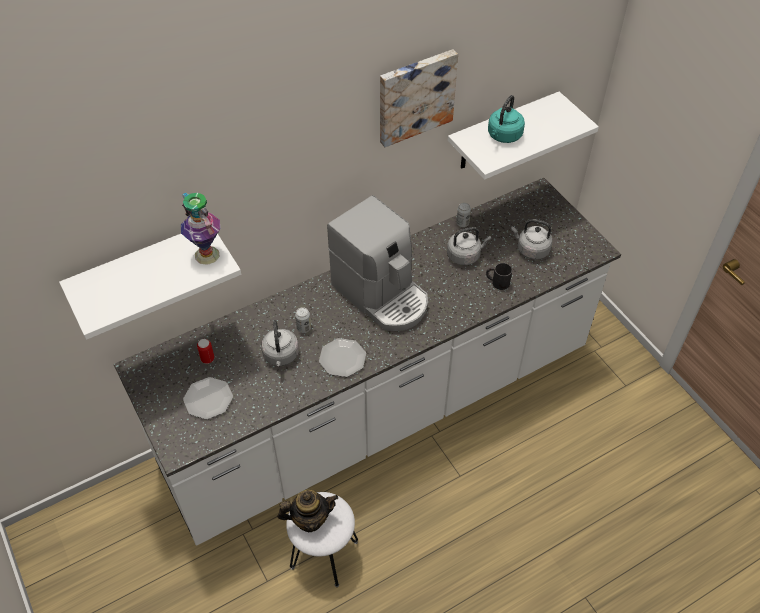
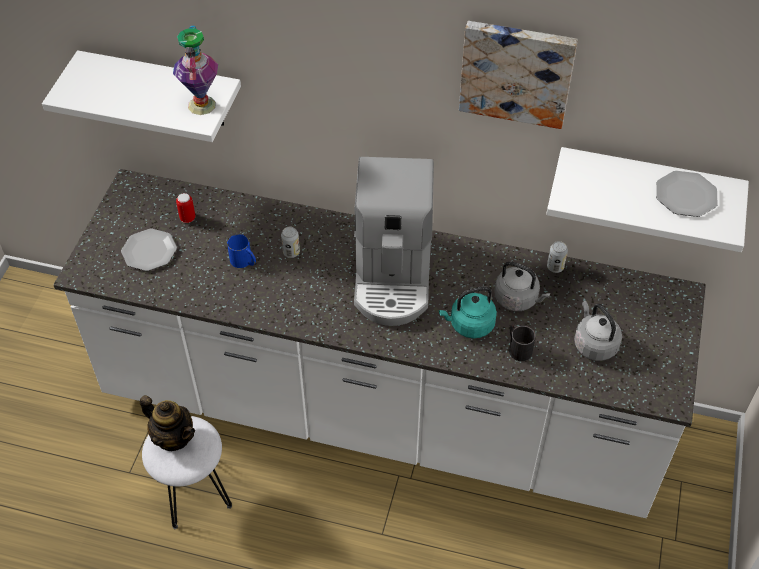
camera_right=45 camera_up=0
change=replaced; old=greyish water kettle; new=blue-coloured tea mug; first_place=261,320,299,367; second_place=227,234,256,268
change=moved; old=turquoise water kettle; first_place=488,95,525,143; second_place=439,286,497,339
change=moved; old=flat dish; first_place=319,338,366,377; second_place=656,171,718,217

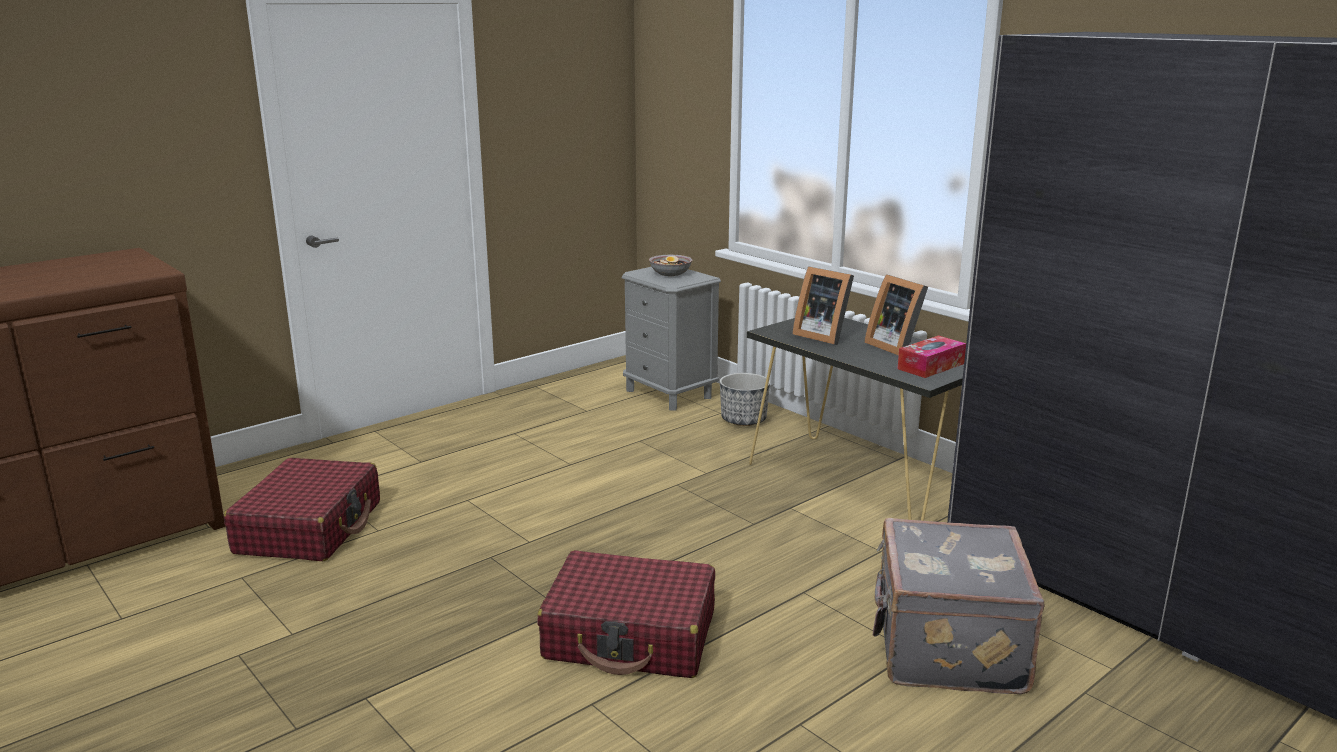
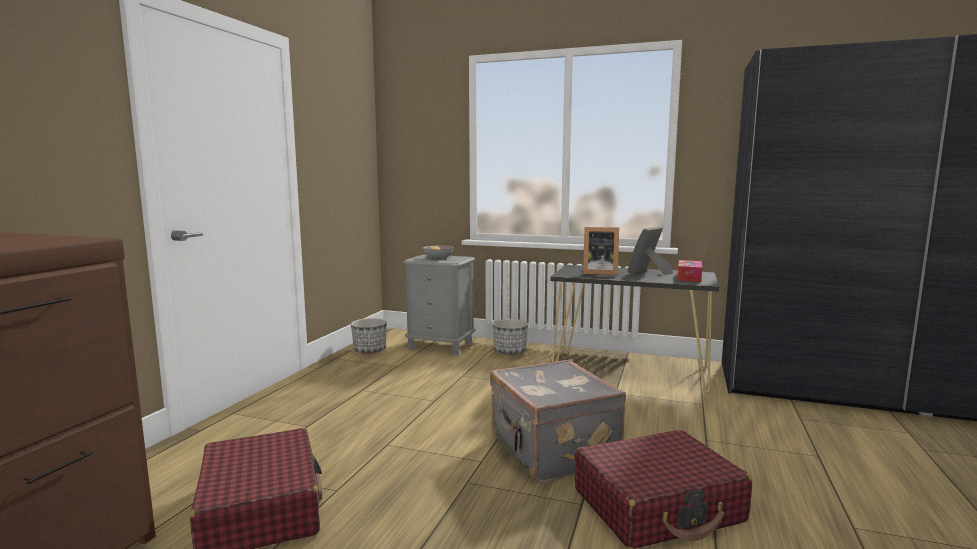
camera_right=-30 camera_up=-10
change=added; new=plant pot; second_place=351,318,387,354
change=moved; old=greyish piece of luggage; first_place=873,518,1045,694; second_place=490,360,626,484
change=turned; old=picture frame; first_place=864,274,928,356; second_place=628,226,673,275; degrees=105

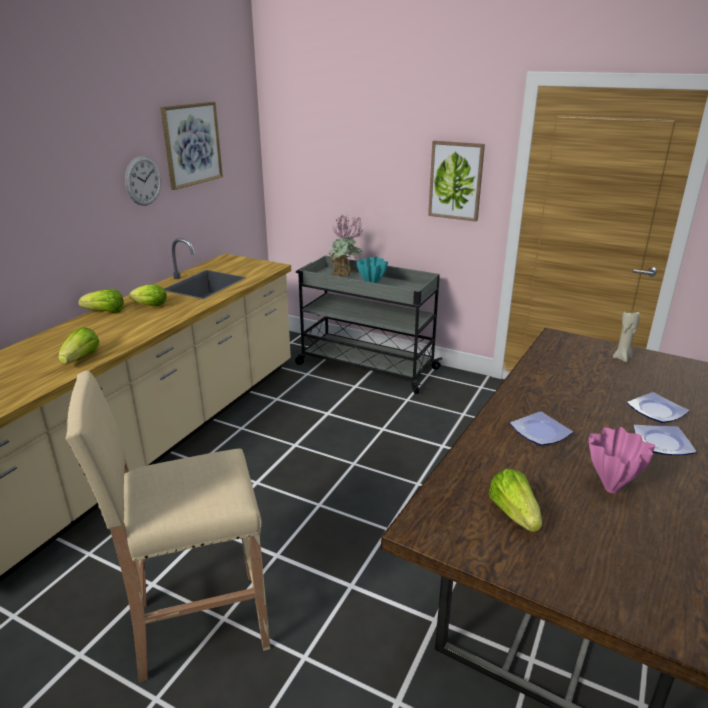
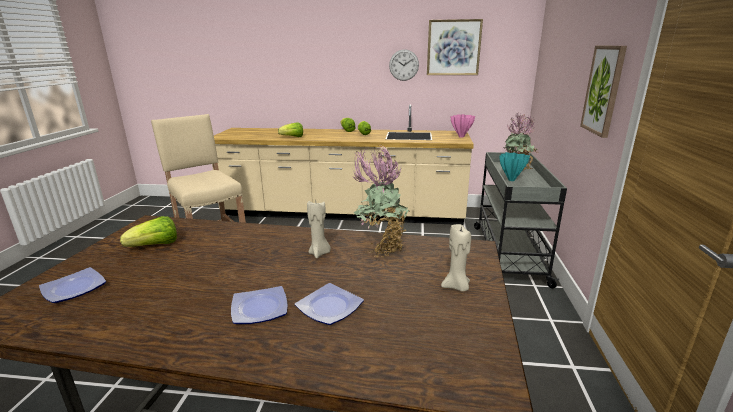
camera_right=70 camera_up=-5
change=moved; old=flat dish; first_place=510,411,573,446; second_place=39,267,106,303
change=added; new=beige-coloured wax candle; second_place=307,201,331,259
change=added; new=houseplant; second_place=353,145,410,258
change=moved; old=pink-coloured flower vase; first_place=589,427,655,493; second_place=451,114,475,138

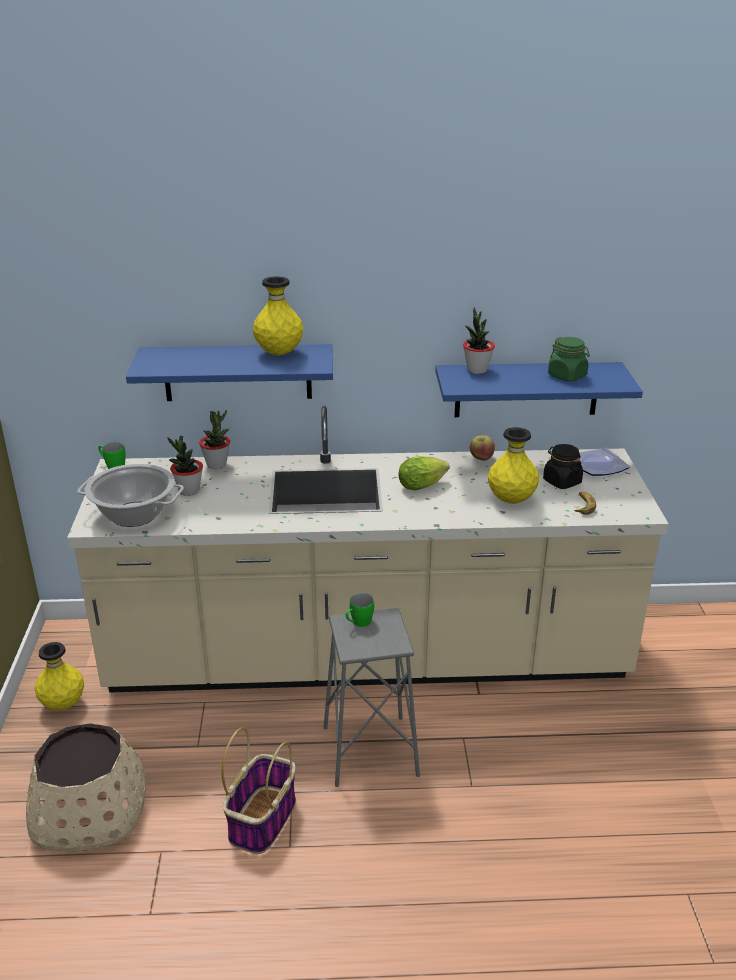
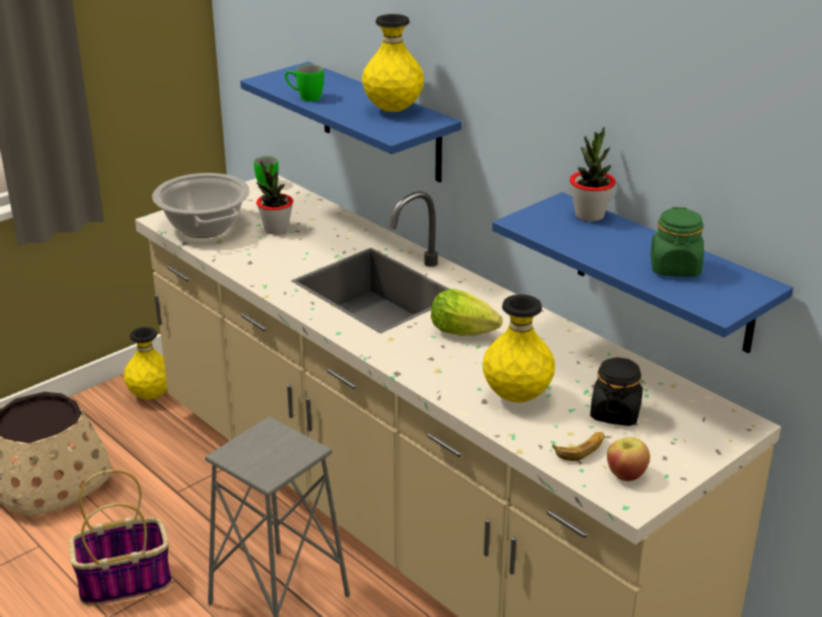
camera_right=50 camera_up=0
change=moved; old=green tea mug; first_place=346,593,374,627; second_place=285,64,324,101
change=moved; old=apple fruit; first_place=470,435,495,460; second_place=607,437,650,481
change=removed; old=houseplant; first_place=199,410,230,469
change=removed; old=flat dish; first_place=580,447,630,476

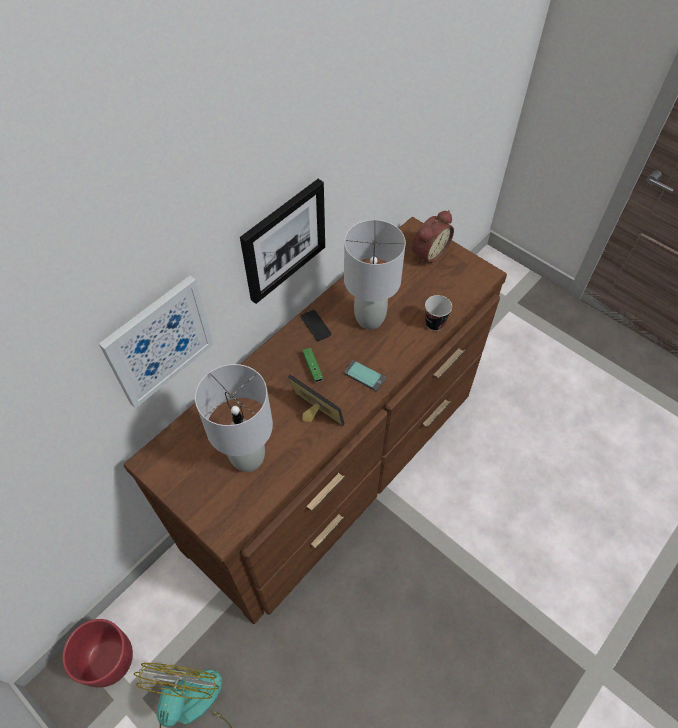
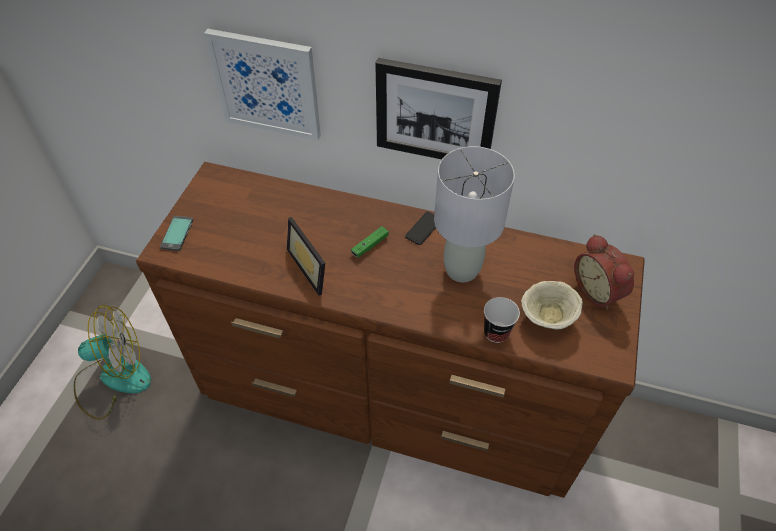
camera_right=65 camera_up=-5
change=moved; old=telephone; first_place=344,360,386,391; second_place=160,216,193,251
change=turned; old=picture frame; first_place=288,375,345,426; second_place=287,217,327,295; degrees=135
change=added; new=beige-coloured bowl; second_place=521,281,583,329
change=turned; old=table clock; first_place=412,210,454,264; second_place=574,234,634,310; degrees=45
change=removed; old=reddish plant pot; first_place=62,619,133,687
change=removed; old=greyish lamp for a table; first_place=195,364,273,472

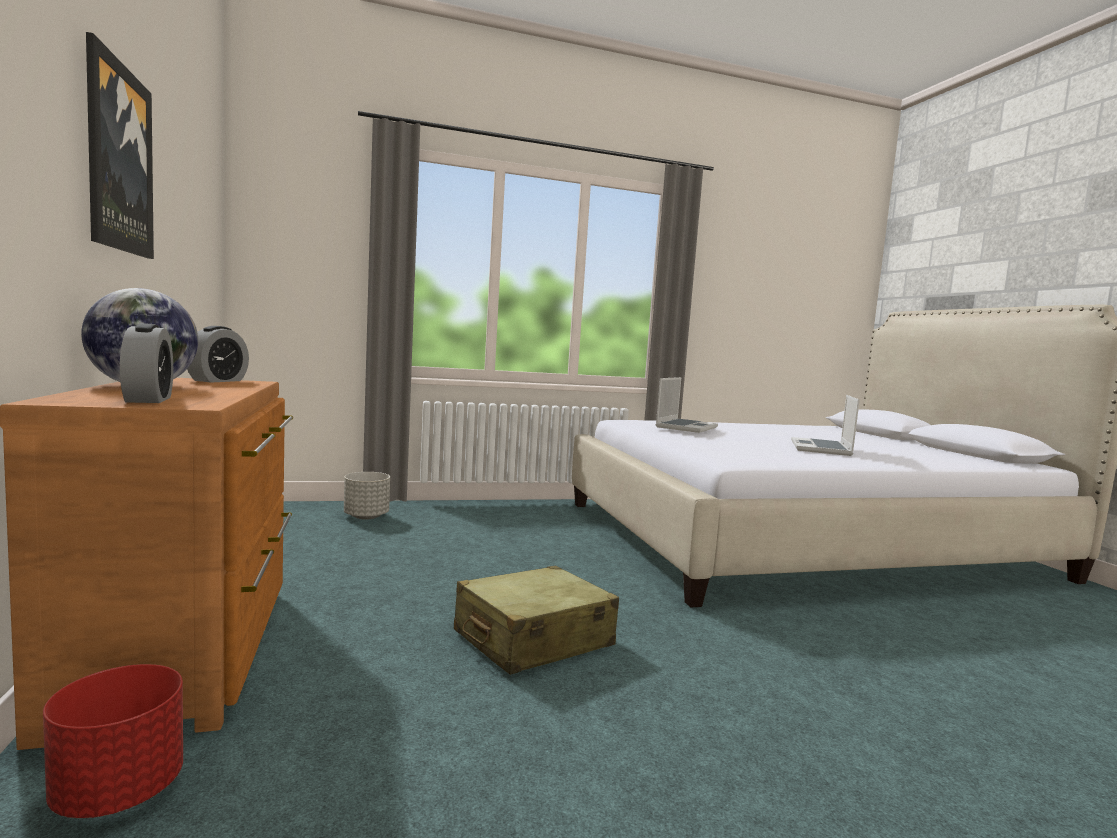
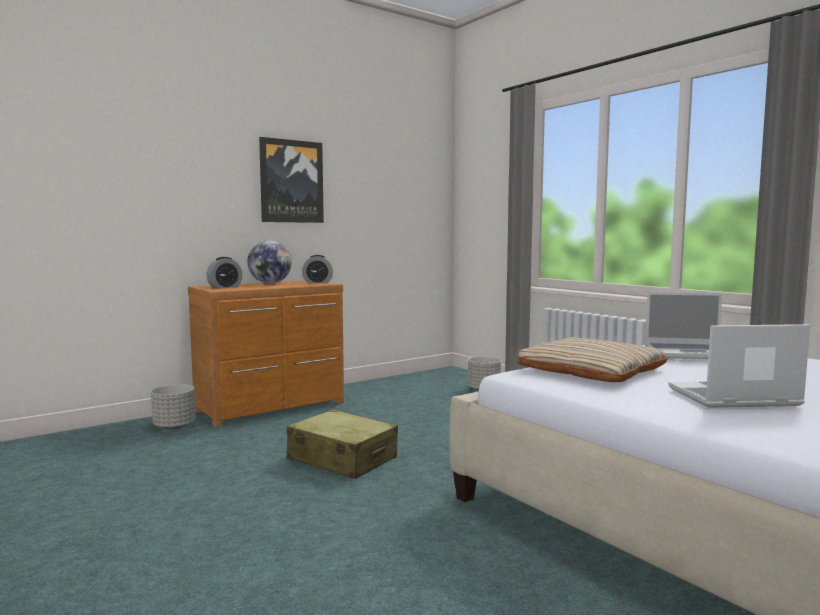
camera_right=70 camera_up=0
change=recoloured; old=reddish plant pot; new=greyish plant pot; first_place=43,664,183,819; second_place=151,384,196,430
change=added; new=beige-coloured throw pillow; second_place=517,337,668,382

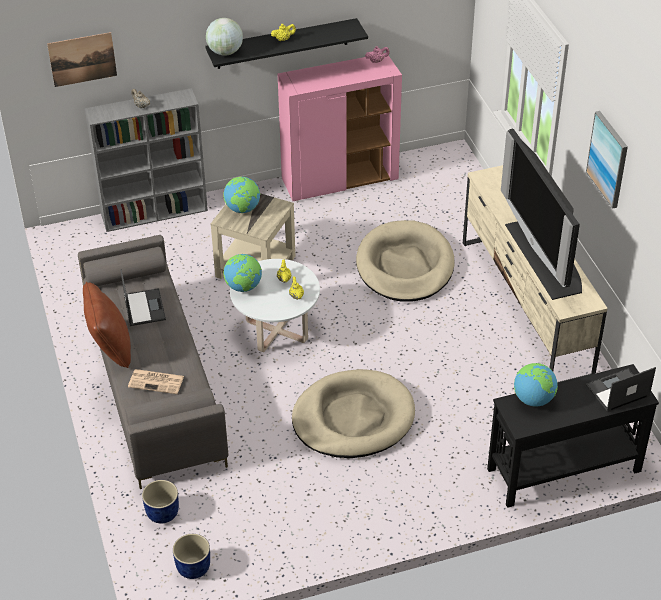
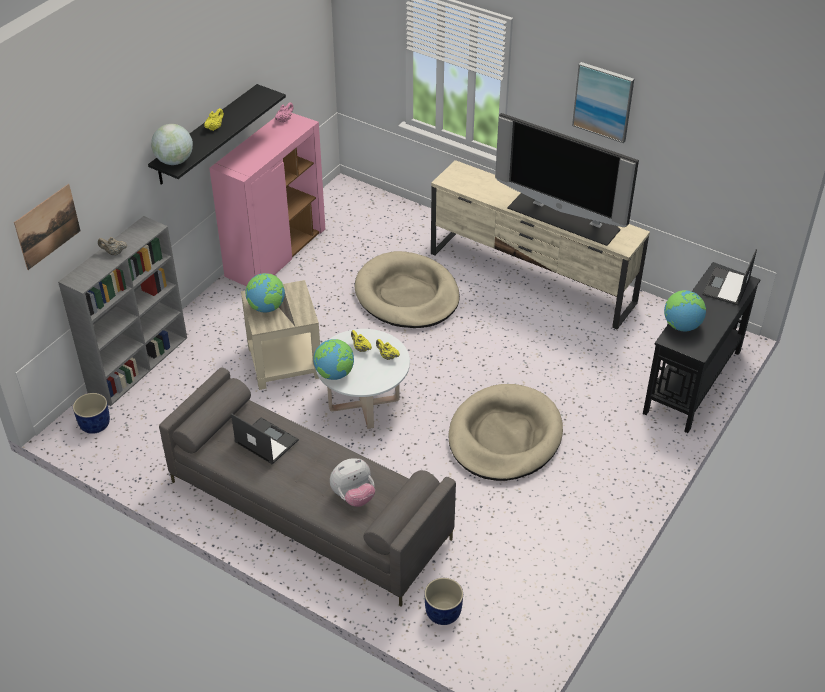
camera_right=-40 camera_up=0
change=moved; old=blue-coloured plant pot; first_place=173,534,210,579; second_place=73,393,110,434
change=replaced; old=printed paper; new=soft toy; first_place=128,369,184,394; second_place=330,458,375,507
change=removed; old=brownish throw pillow; first_place=83,282,131,368

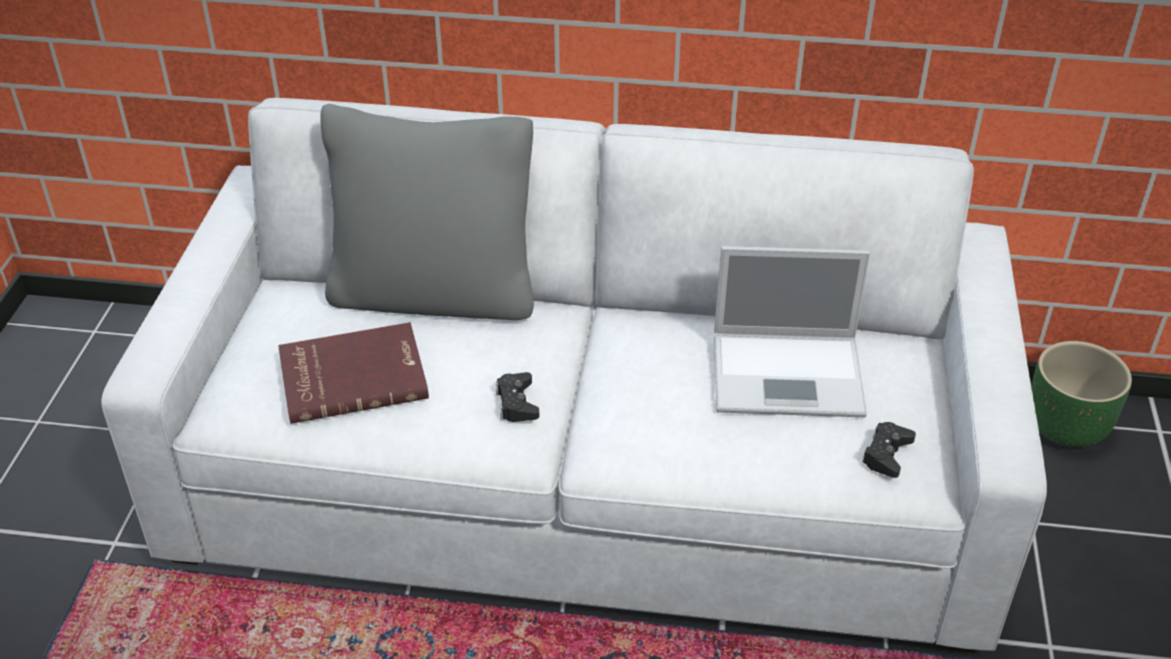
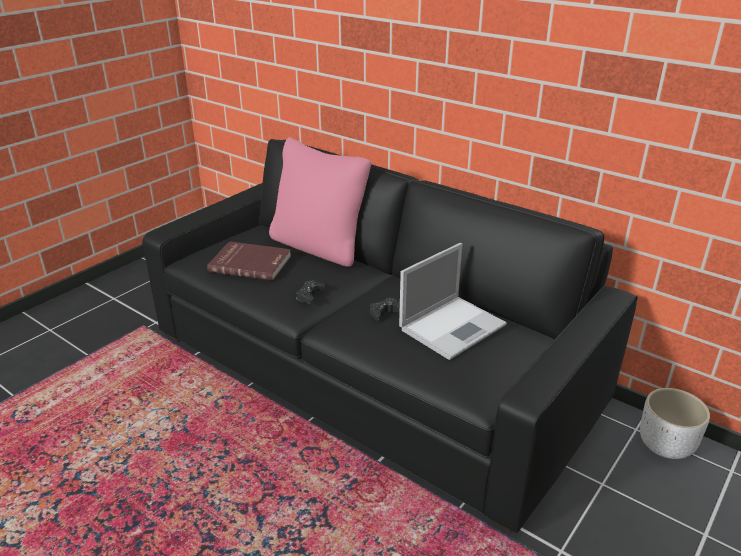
camera_right=30 camera_up=-10
change=recoloured; old=whitish sofa; new=black sofa; first_place=101,98,1047,652; second_place=142,139,637,533
change=recoloured; old=greyish throw pillow; new=pink-coloured throw pillow; first_place=320,104,534,320; second_place=269,137,371,267
change=moved; old=black gamepad; first_place=861,422,916,478; second_place=370,297,400,321
change=turned; old=notebook computer; first_place=714,246,870,417; second_place=399,243,507,360; degrees=-75
change=recoloured; old=green plant pot; new=whitish plant pot; first_place=1031,341,1132,447; second_place=640,388,710,459

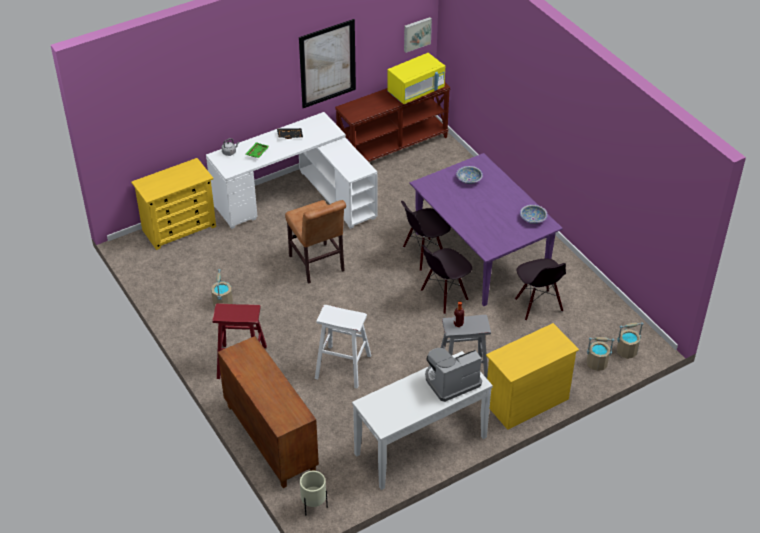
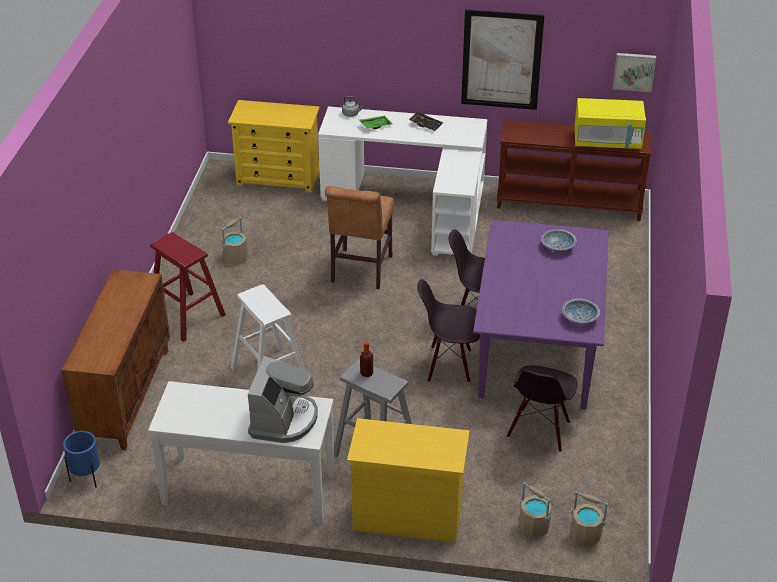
camera_right=40 camera_up=-5
change=recoloured; old=beige-coloured plant pot; new=blue-coloured plant pot; first_place=300,471,328,515; second_place=63,431,100,488
change=turned; old=coffee brewer; first_place=425,348,482,402; second_place=248,356,318,443; degrees=90

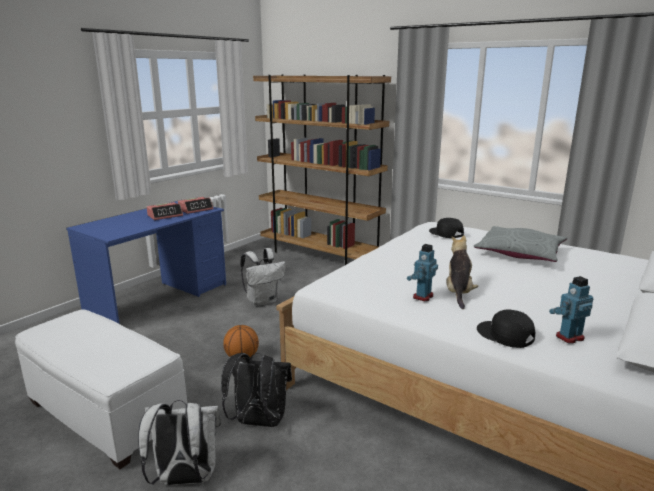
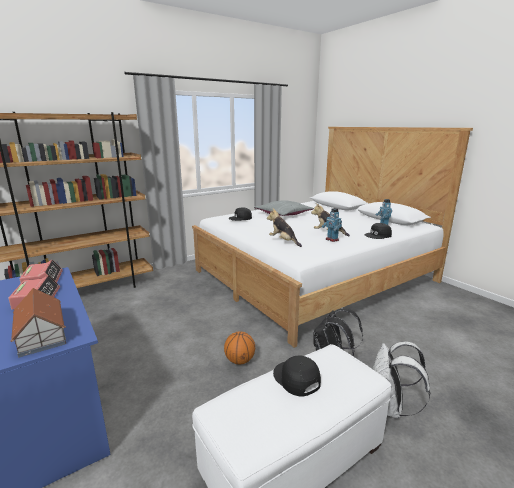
camera_right=-70 camera_up=0
change=added; new=miniature house; second_place=10,288,66,358
change=added; new=soft toy; second_place=267,208,302,247
change=added; new=black baseball cap; second_place=273,355,321,397
change=removed; old=whitish knapsack; first_place=240,248,286,306

